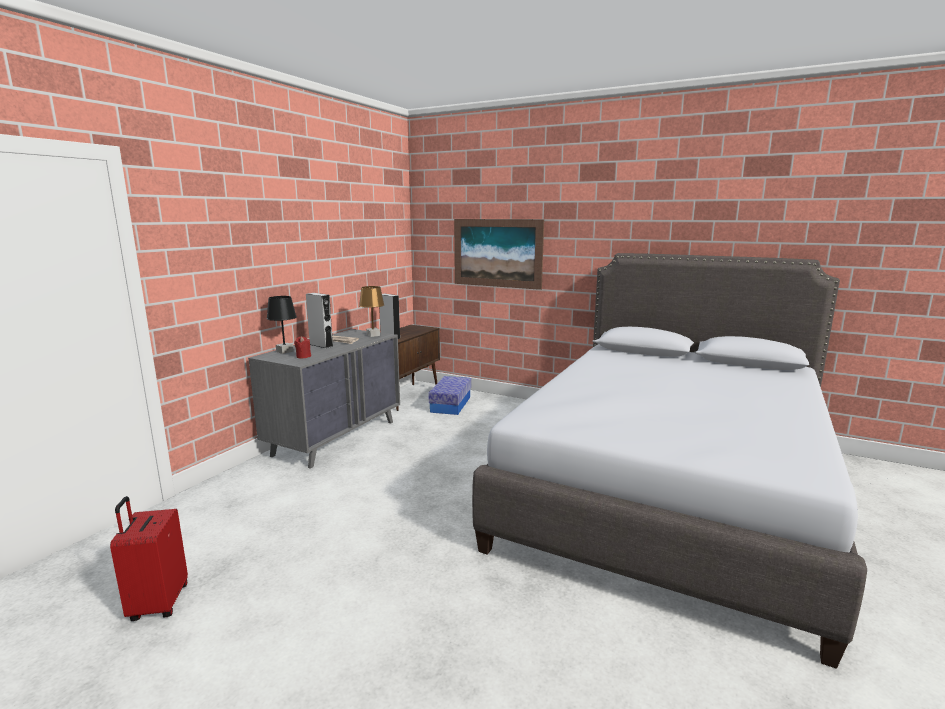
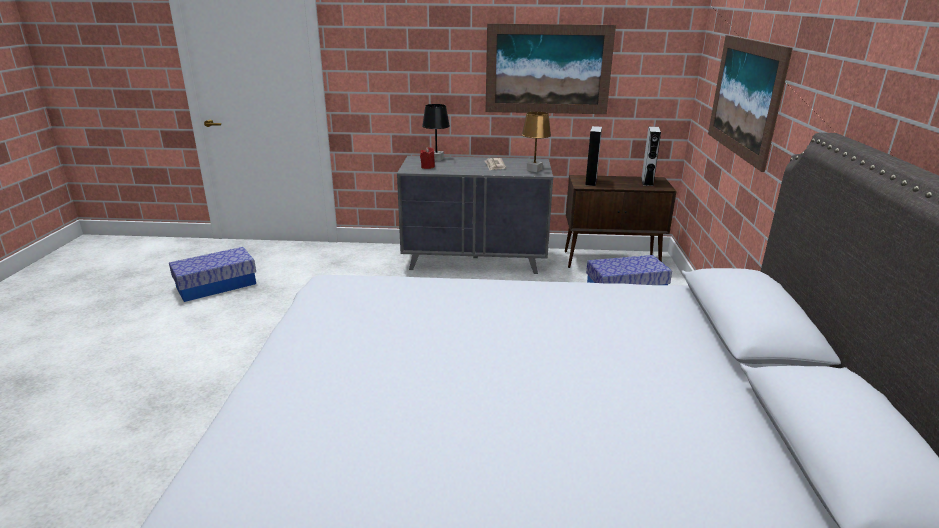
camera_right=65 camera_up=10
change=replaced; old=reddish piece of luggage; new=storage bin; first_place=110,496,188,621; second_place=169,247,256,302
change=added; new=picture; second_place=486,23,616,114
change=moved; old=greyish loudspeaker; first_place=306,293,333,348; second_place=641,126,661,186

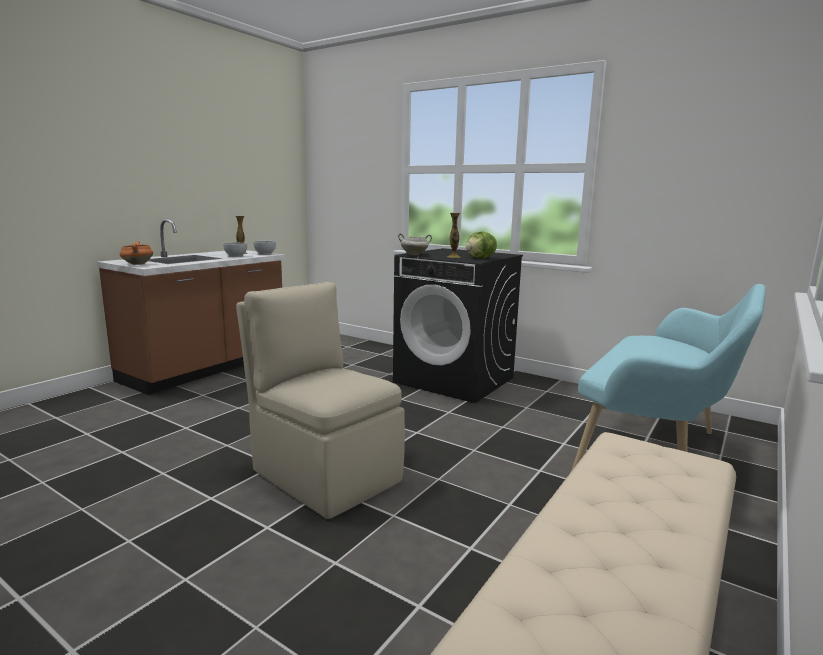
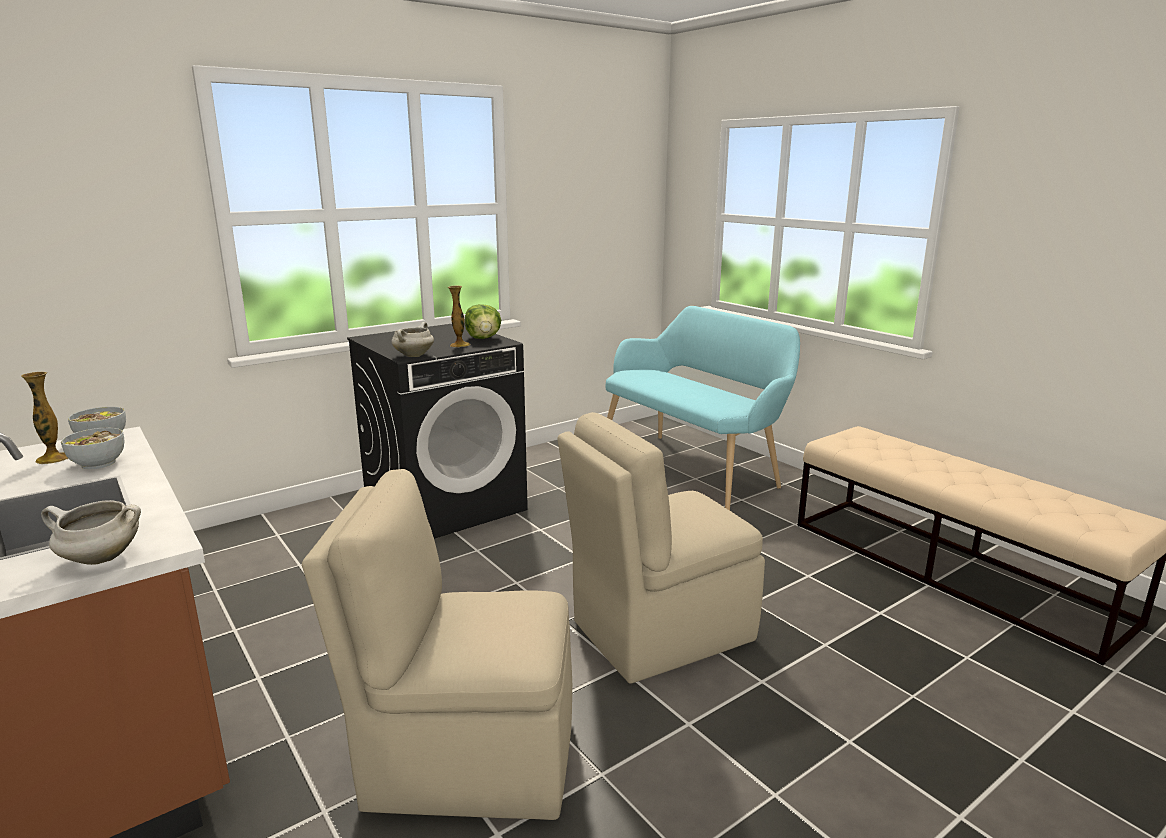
camera_right=-70 camera_up=5
change=recoloured; old=orange stockpot; new=whitish stockpot; first_place=120,241,153,265; second_place=41,500,141,565
change=added; new=beige-coloured chair; second_place=302,469,572,820

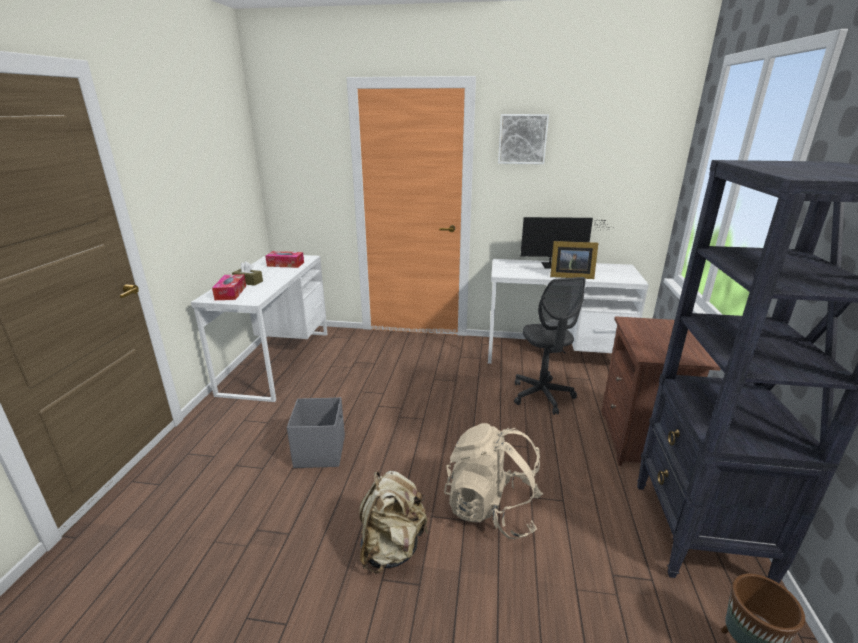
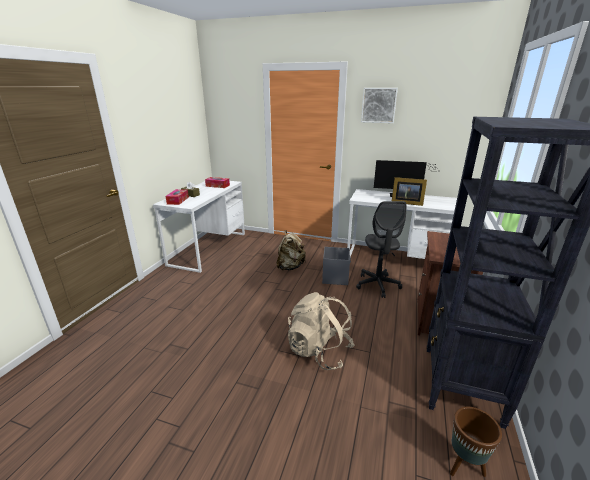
camera_right=10 camera_up=0
change=moved; old=beige-coloured knapsack; first_place=359,471,428,574; second_place=277,230,306,270
change=moved; old=greyish storage bin; first_place=287,397,345,468; second_place=322,247,351,285

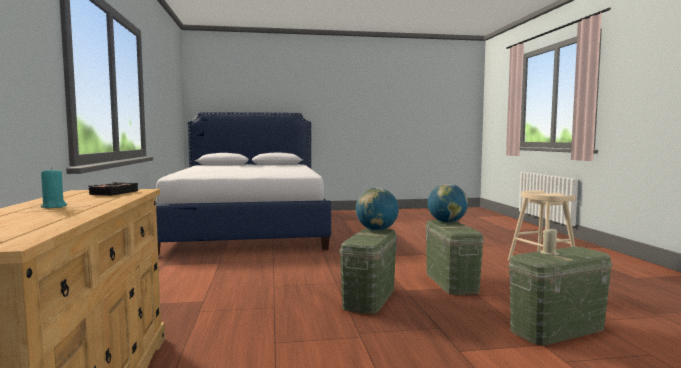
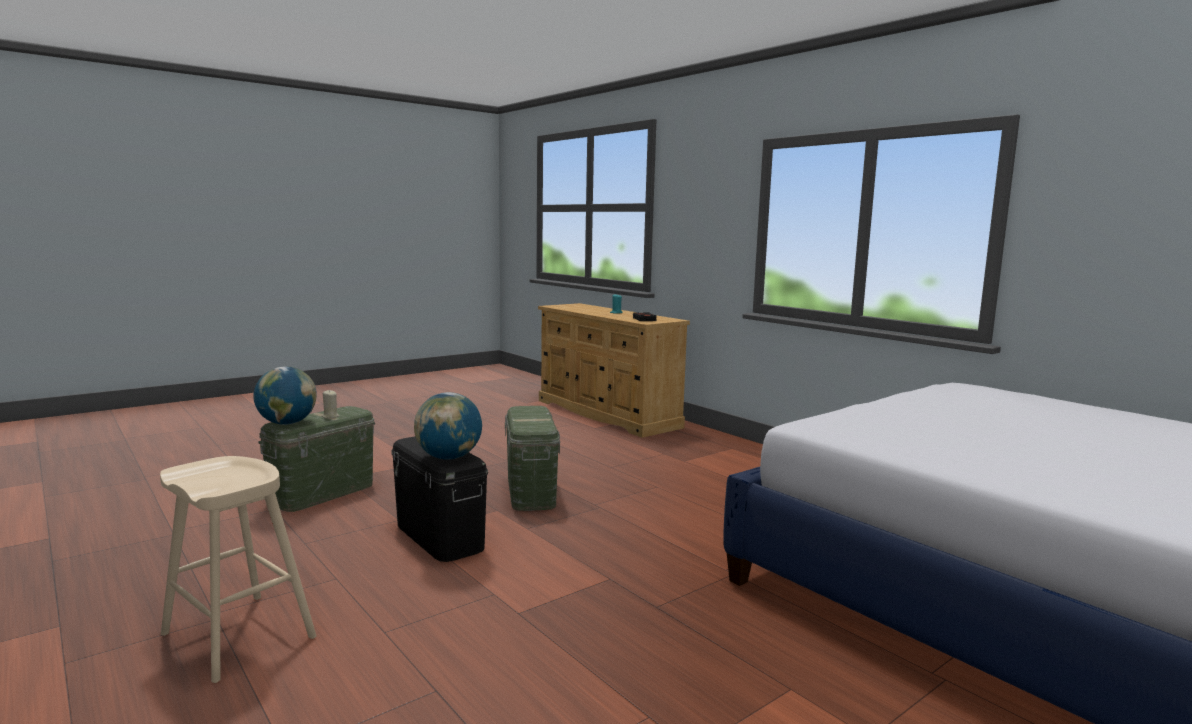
camera_right=150 camera_up=5
change=moved; old=world globe; first_place=356,188,399,231; second_place=253,367,317,425
change=recoloured; old=green storage bin; new=black storage bin; first_place=425,220,484,295; second_place=391,437,488,562

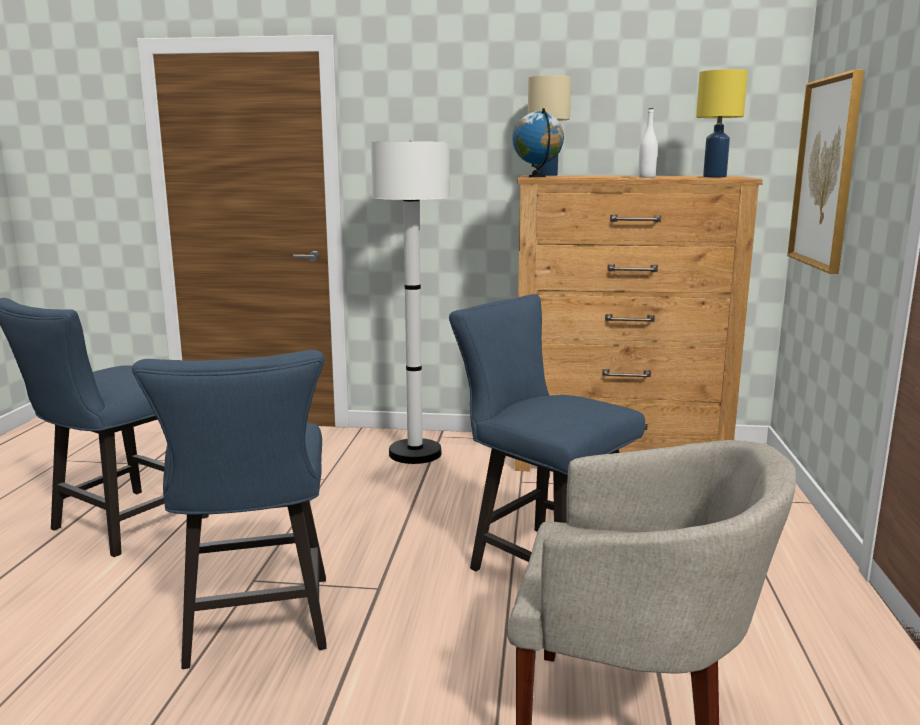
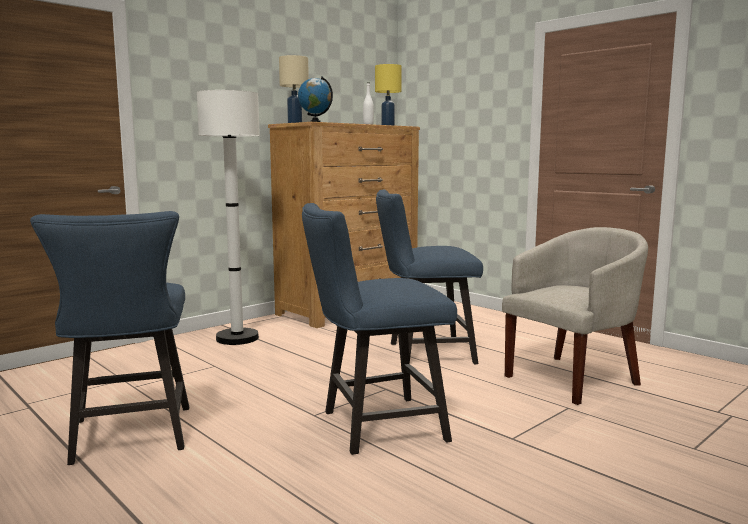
camera_right=-50 camera_up=-5
change=turned; old=blue-coloured chair; first_place=132,350,327,669; second_place=302,203,457,455; degrees=135
change=removed; old=picture; first_place=787,69,865,274

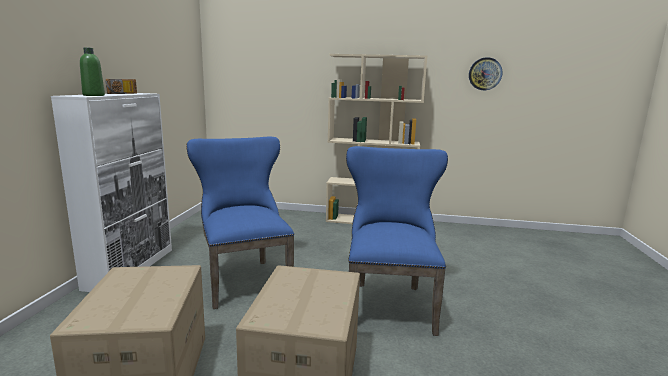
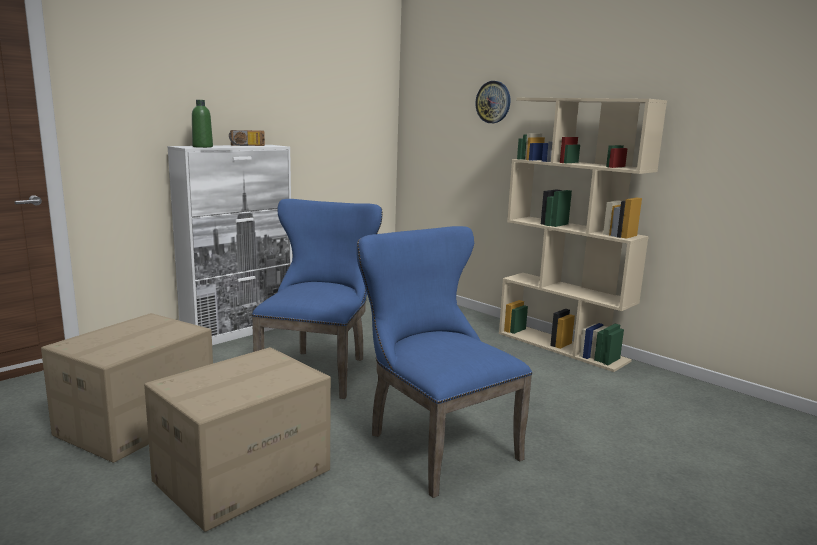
camera_right=35 camera_up=0
change=turned; old=blue-coloured chair; first_place=346,146,448,336; second_place=356,226,532,498; degrees=-75
change=moved; old=clock on the wall; first_place=469,57,502,90; second_place=475,81,510,123

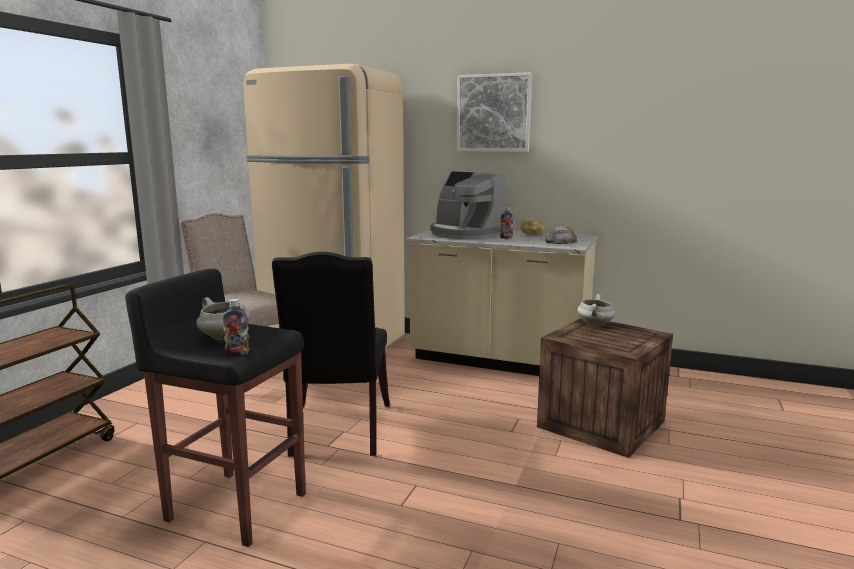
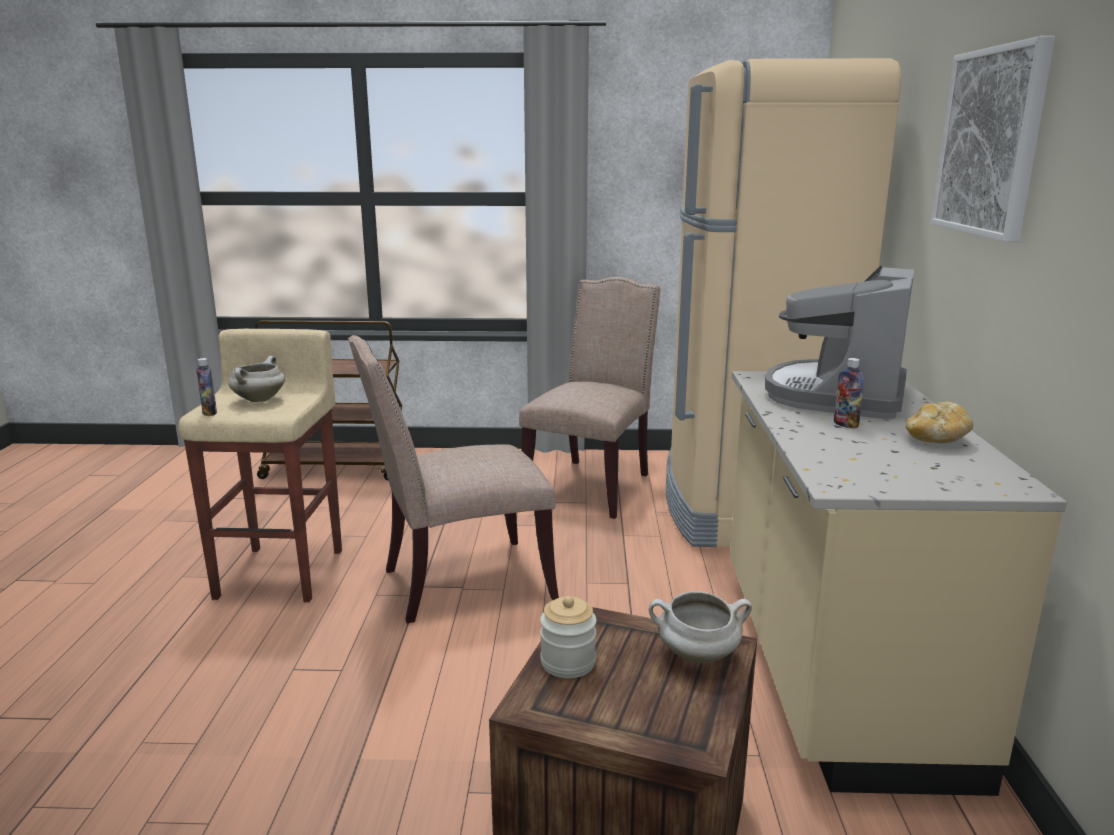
camera_right=70 camera_up=5
change=recoloured; old=black sitting stool; new=beige-coloured sitting stool; first_place=125,269,306,547; second_place=179,329,342,602
change=recoloured; old=black chair; new=beige-coloured chair; first_place=272,252,390,457; second_place=348,335,559,623
change=added; new=storage jar; second_place=540,596,597,678
change=removed; old=bread; first_place=545,226,578,244

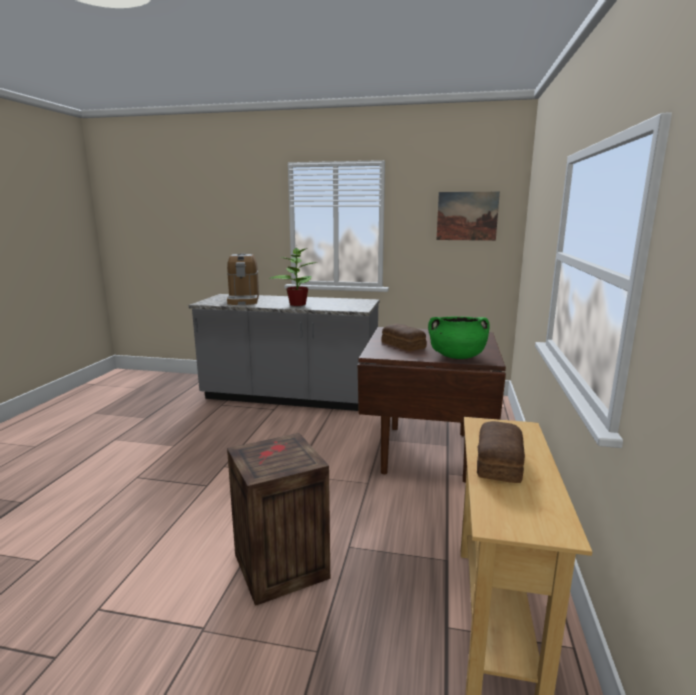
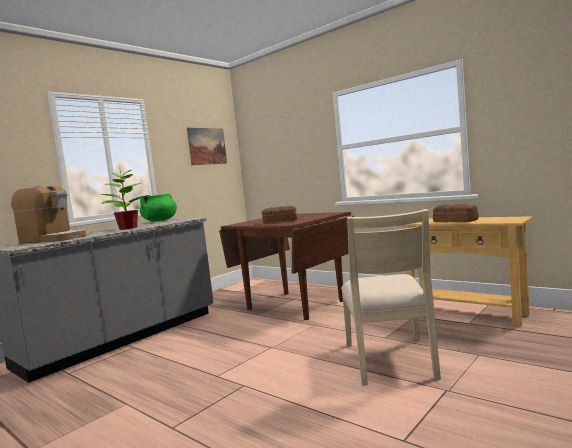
camera_right=-60 camera_up=-10
change=moved; old=green stockpot; first_place=428,316,490,359; second_place=140,193,177,221
change=replaced; old=crate; new=beige-coloured chair; first_place=227,433,330,606; second_place=341,209,441,386

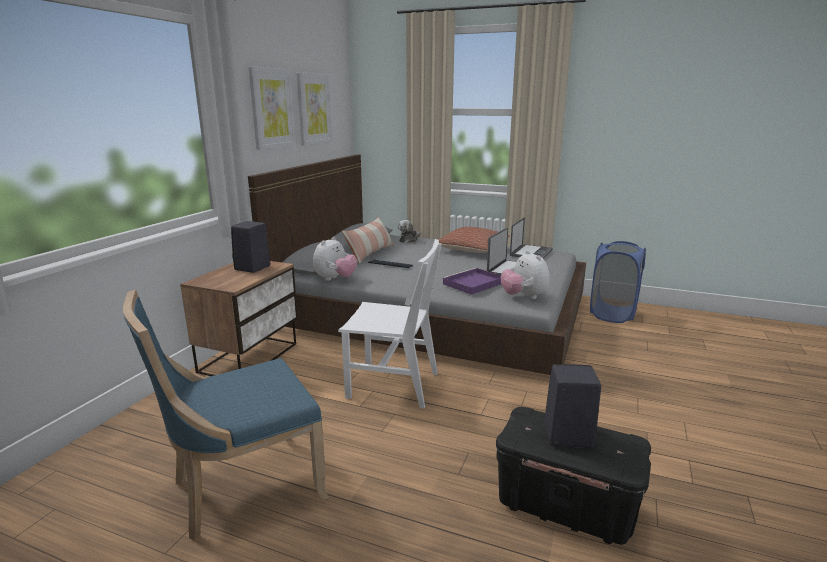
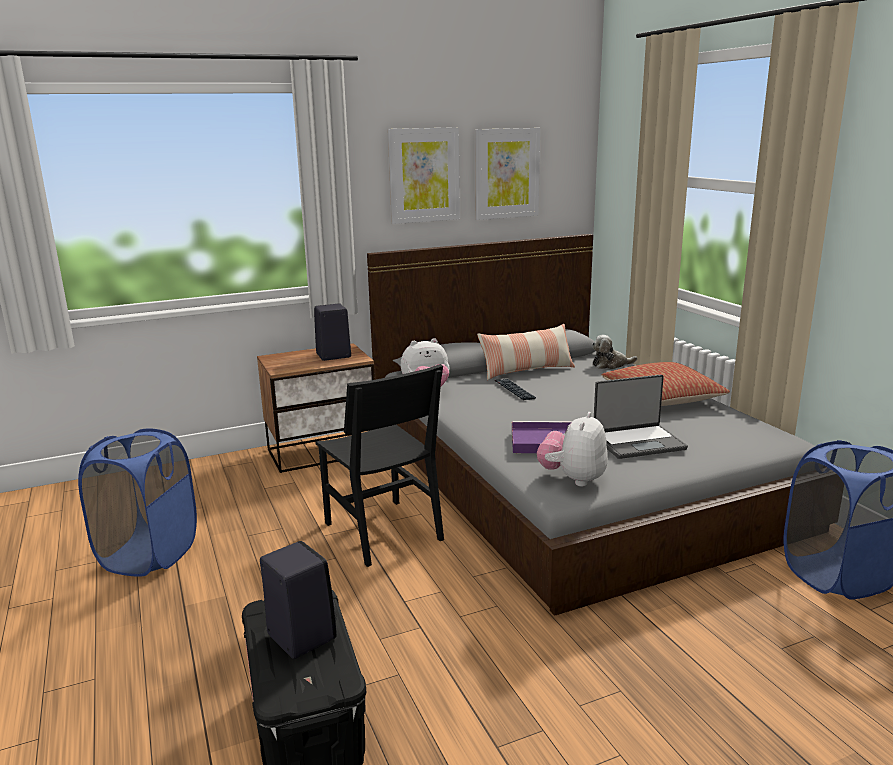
camera_right=45 camera_up=0
change=replaced; old=blue-coloured chair; new=blue-coloured hamper; first_place=123,290,329,541; second_place=78,429,197,577
change=recoloured; old=whitish chair; new=black chair; first_place=338,239,442,409; second_place=316,364,444,567
change=removed; old=notebook computer; first_place=510,217,553,259

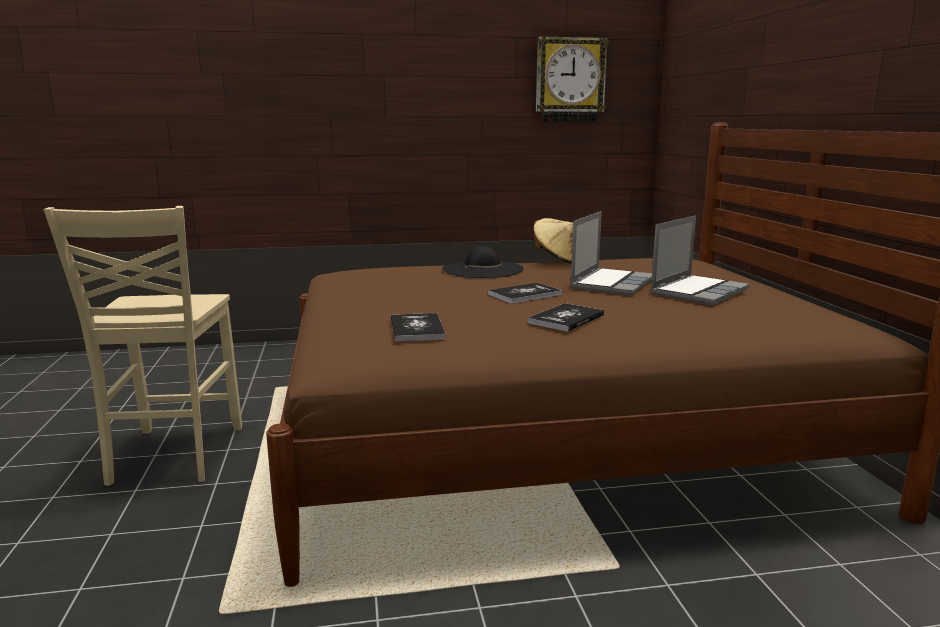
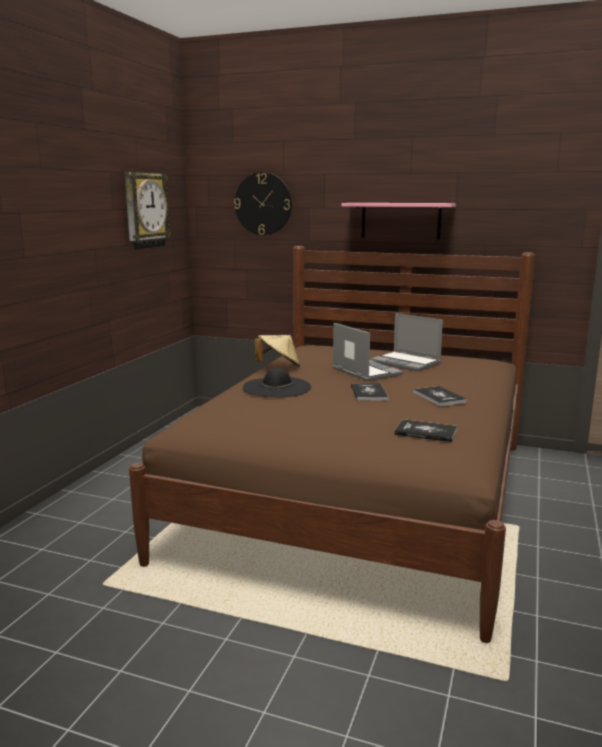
camera_right=-60 camera_up=0
change=added; new=clock on the wall; second_place=234,172,292,236
change=added; new=pink-coloured bracket shelf; second_place=341,203,456,239
change=turned; old=notebook computer; first_place=650,215,750,305; second_place=371,313,443,372; degrees=150
change=removed; old=beige-coloured chair; first_place=44,206,242,486

